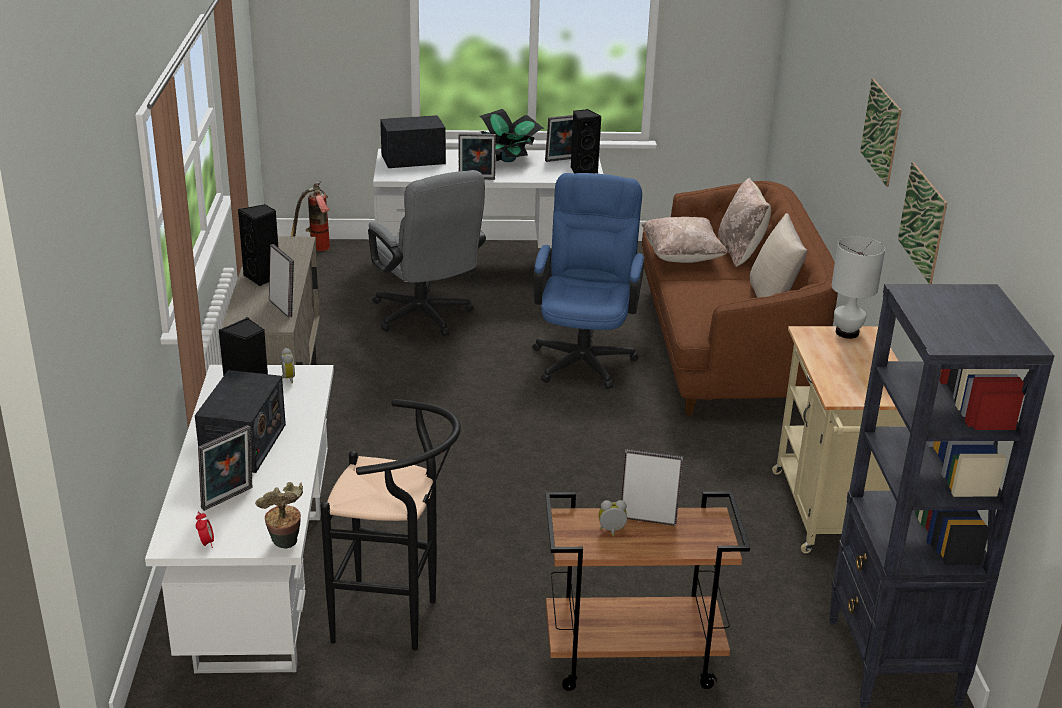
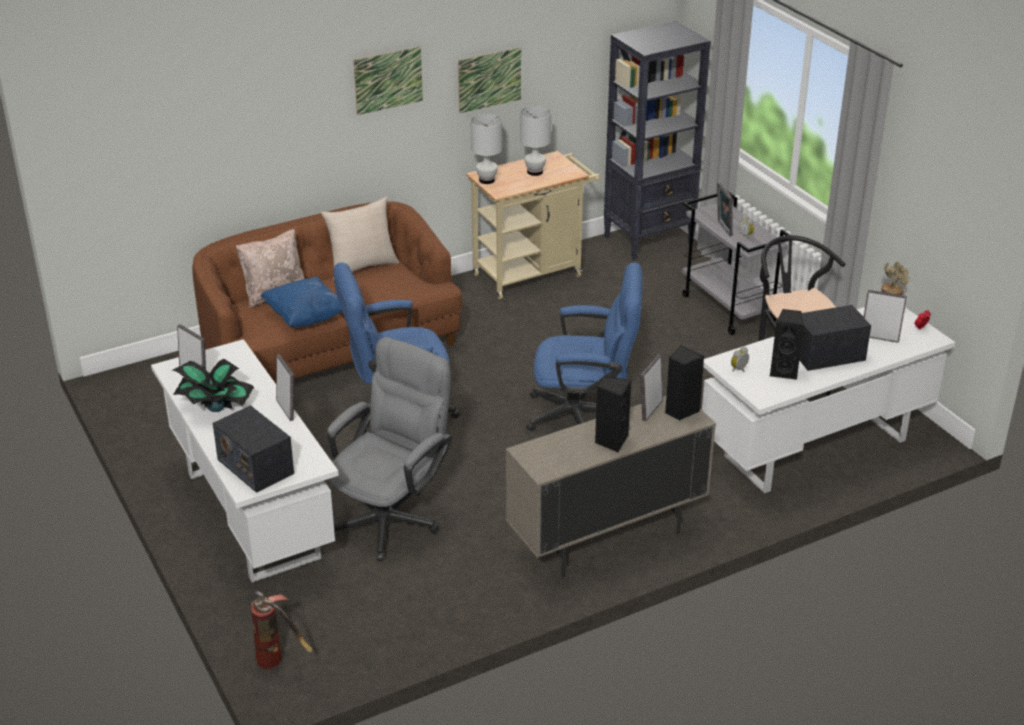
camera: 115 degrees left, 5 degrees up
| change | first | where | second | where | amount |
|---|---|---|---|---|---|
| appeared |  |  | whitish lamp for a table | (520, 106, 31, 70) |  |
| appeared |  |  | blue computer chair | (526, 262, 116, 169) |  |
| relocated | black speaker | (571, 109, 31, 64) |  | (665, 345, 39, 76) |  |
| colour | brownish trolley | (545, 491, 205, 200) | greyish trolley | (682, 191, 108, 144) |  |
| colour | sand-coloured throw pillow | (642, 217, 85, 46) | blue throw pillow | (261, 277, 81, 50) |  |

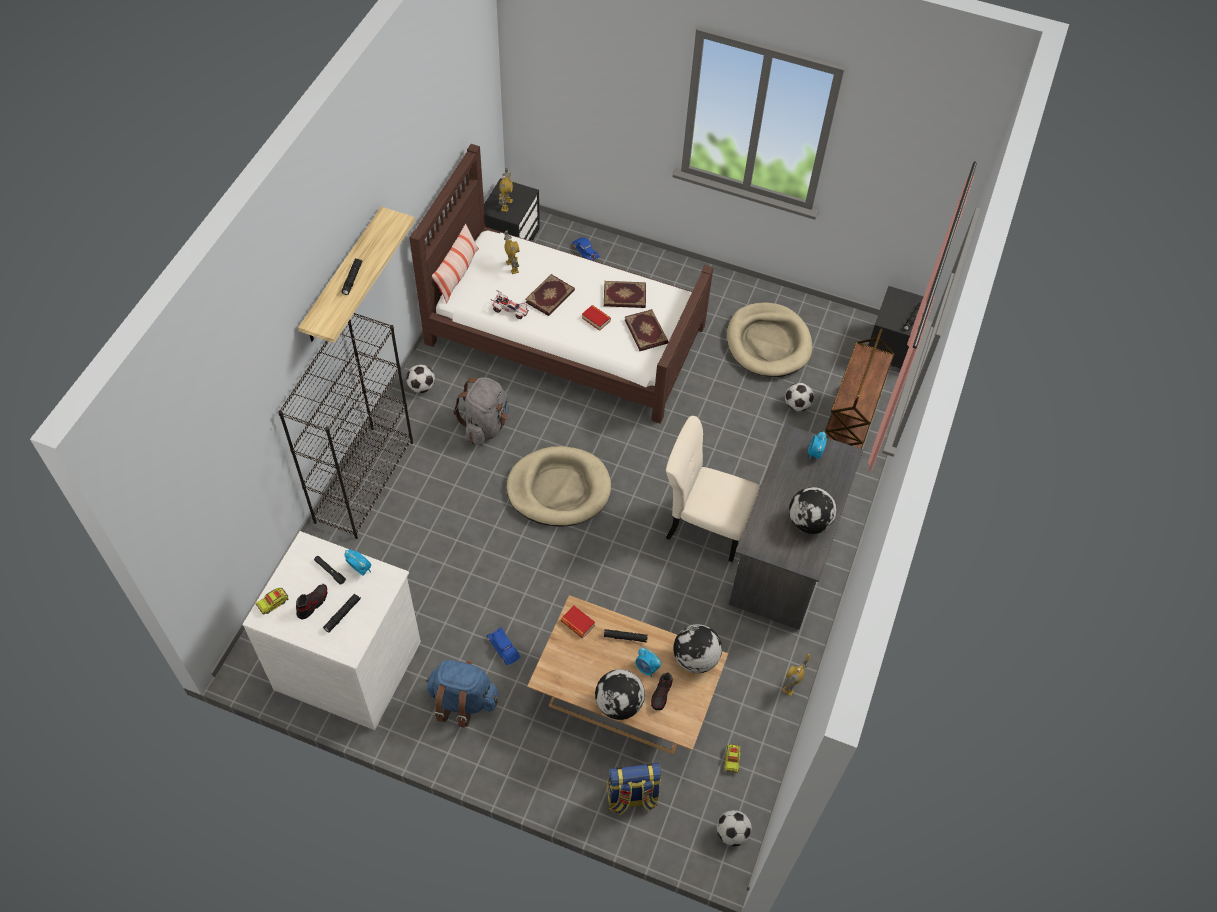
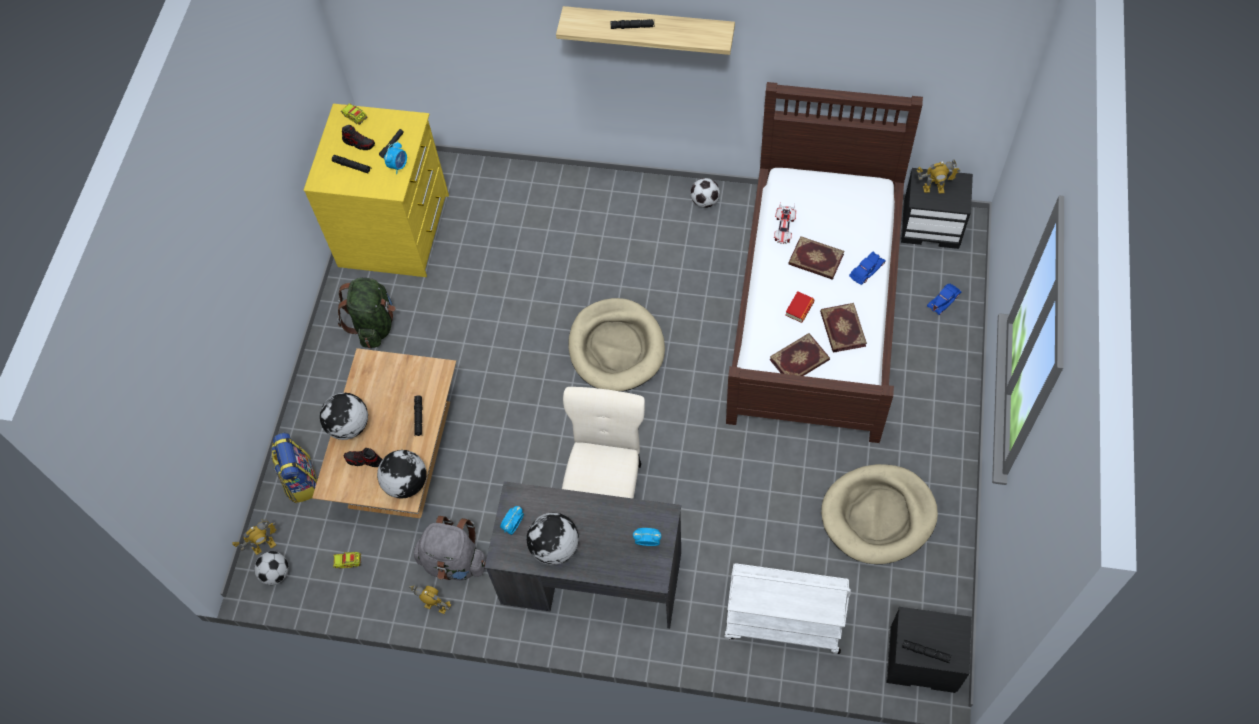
camera: 85 degrees right, 5 degrees up
| change | first | where | second | where | amount |
|---|---|---|---|---|---|
| missing | black bookcase | (278, 313, 135, 226) |  |  |  |
| missing | throw pillow | (432, 224, 47, 79) |  |  |  |
| missing | bound book | (561, 606, 34, 32) |  |  |  |
| missing | football ball | (785, 383, 29, 28) |  |  |  |
| relocated | greyish rucksack | (453, 377, 56, 69) |  | (414, 516, 72, 64) |  |
| relocated | blue miniature car | (487, 628, 33, 37) |  | (849, 252, 37, 33) |  |
| relocated | toy robot | (504, 230, 15, 44) |  | (233, 519, 43, 36) |  |
| relocated | bedside clock | (635, 647, 26, 30) |  | (500, 506, 24, 29) |  |
| colour | whitish dresser | (242, 531, 179, 199) | yellow dresser | (303, 104, 146, 173) |  |
| colour | blue rucksack | (426, 660, 72, 67) | green rucksack | (337, 278, 58, 70) |  |
| colour | brownish trolley | (825, 328, 69, 121) | whitish trolley | (724, 563, 127, 91) |  |

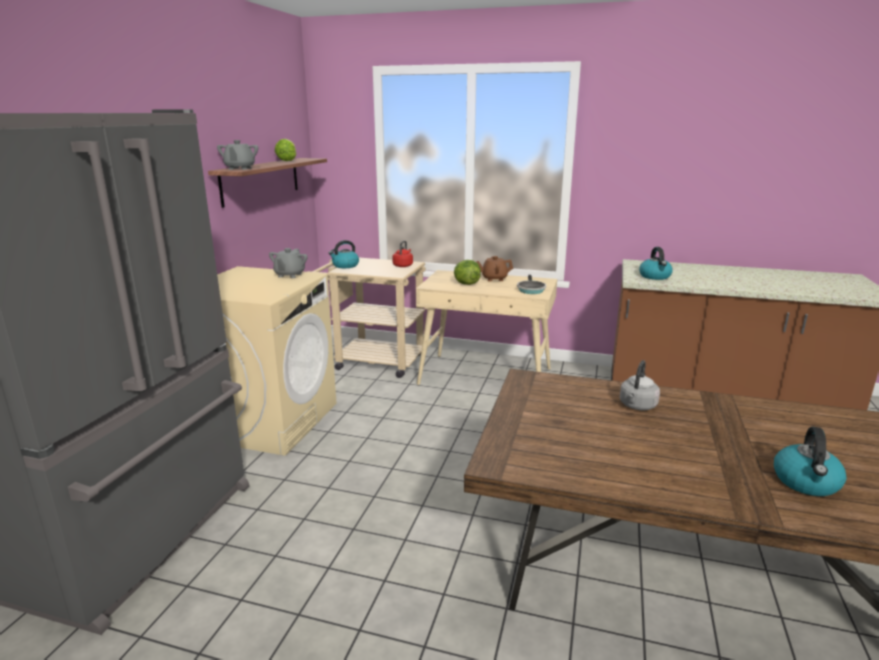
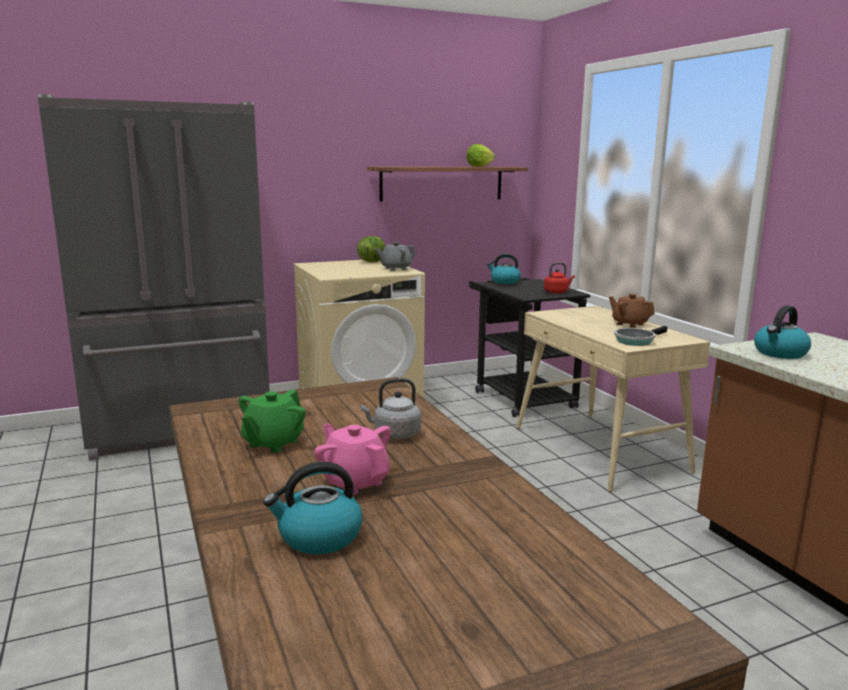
camera: 50 degrees right, 5 degrees down
| change | first | where | second | where | amount |
|---|---|---|---|---|---|
| missing | greyish tea pot | (217, 140, 41, 30) |  |  |  |
| appeared |  |  | green tea pot | (238, 390, 68, 63) |  |
| appeared |  |  | pinkish tea pot | (314, 423, 77, 72) |  |
| relocated | head of lettuce | (454, 260, 27, 25) |  | (357, 236, 28, 27) |  |
| colour | sand-coloured trolley | (307, 258, 119, 120) | black trolley | (469, 278, 121, 139) |  |

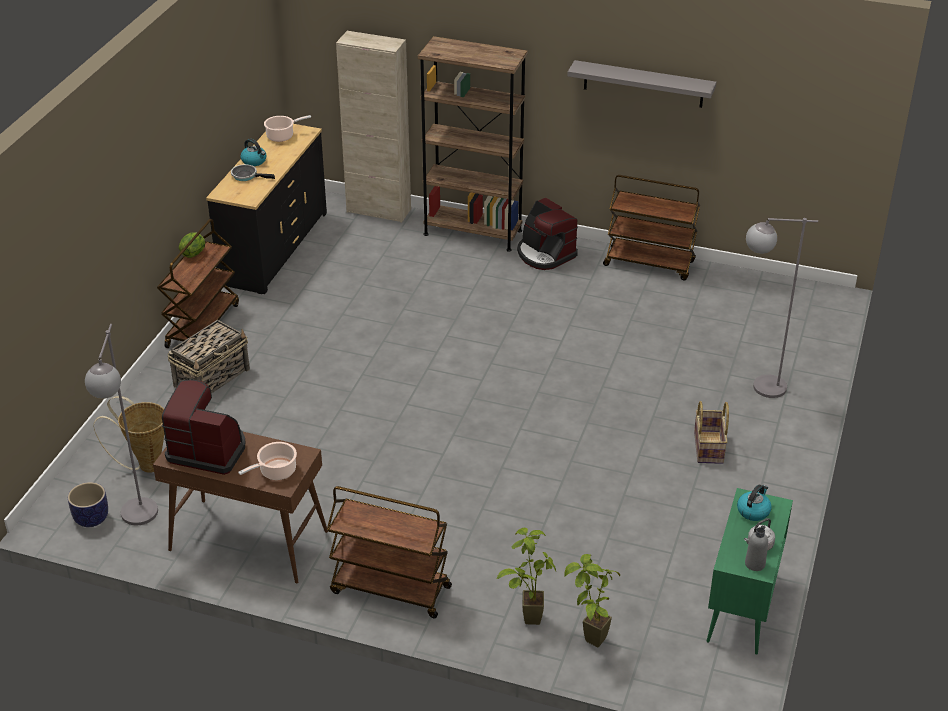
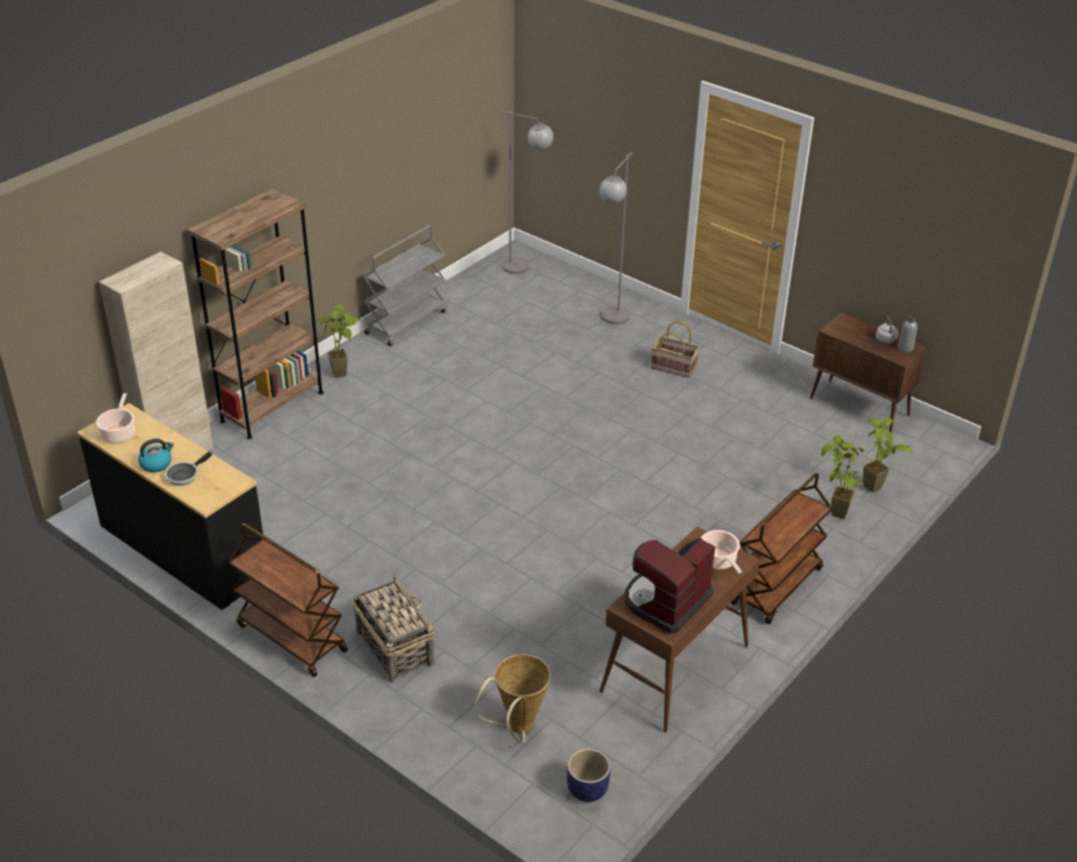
camera: 70 degrees left, 0 degrees up
| change | first | where | second | where | amount |
|---|---|---|---|---|---|
| missing | head of lettuce | (179, 232, 26, 26) |  |  |  |
| missing | greyish bracket shelf | (567, 60, 149, 48) |  |  |  |
| missing | water kettle | (737, 485, 35, 36) |  |  |  |
| relocated | greyish floor lamp | (85, 324, 73, 201) |  | (500, 111, 53, 163) |  |
| exchanged | coffee machine | (517, 198, 61, 72) | houseplant | (317, 304, 44, 74) |  |
| colour | brownish trolley | (603, 175, 97, 105) | greyish trolley | (362, 225, 85, 121) |  |
| colour | green cupboard | (706, 488, 87, 167) | brownish cupboard | (810, 312, 117, 121) |  |

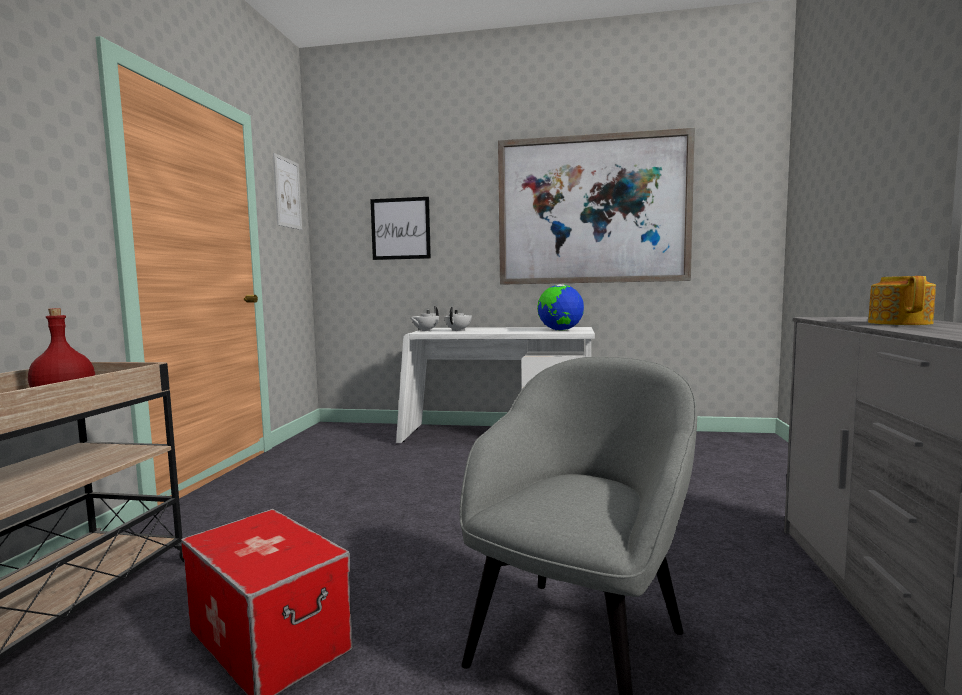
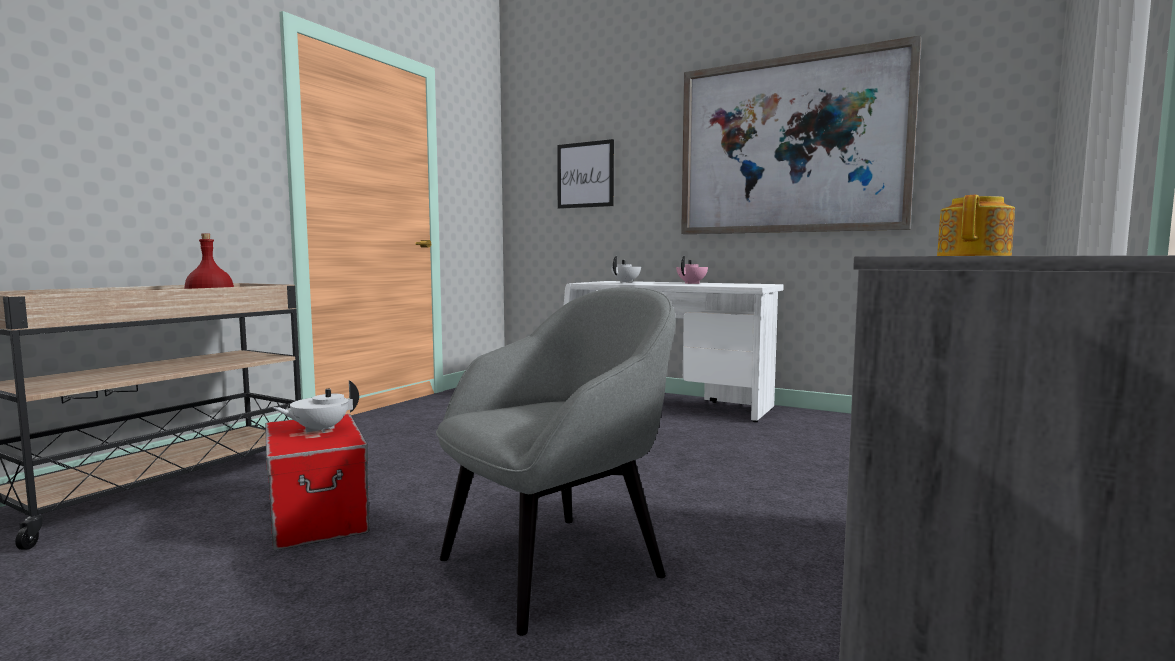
camera: 20 degrees right, 0 degrees up
| change | first | where | second | where | amount |
|---|---|---|---|---|---|
| missing | picture | (273, 153, 29, 77) |  |  |  |
| missing | desk globe | (537, 284, 47, 47) |  |  |  |
| appeared |  |  | pinkish tea pot | (676, 256, 32, 28) |  |
| relocated | whitish tea pot | (411, 306, 28, 26) |  | (273, 380, 86, 53) |  |

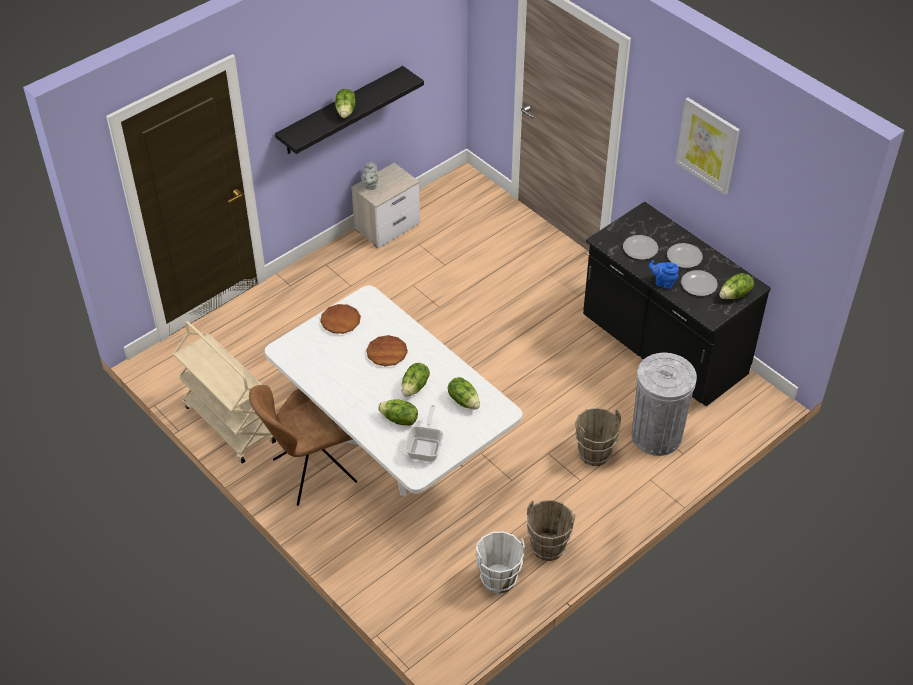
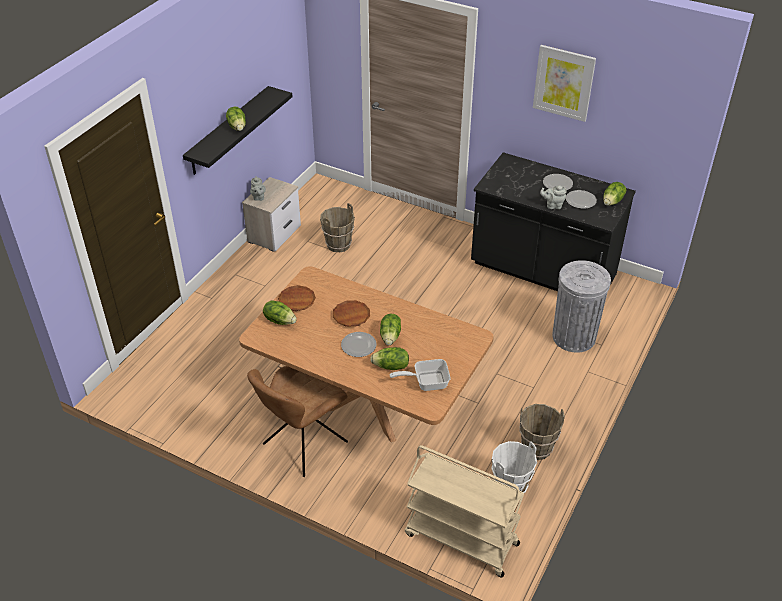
camera: 20 degrees left, 5 degrees down
| change | first | where | second | where | amount |
|---|---|---|---|---|---|
| relocated | sand-coloured trolley | (173, 321, 103, 142) |  | (405, 445, 119, 132) |  |
| relocated | head of lettuce | (448, 377, 32, 33) |  | (263, 300, 34, 25) |  |
| relocated | brownish bucket | (575, 408, 46, 58) |  | (320, 203, 35, 50) |  |
| relocated | dinner plate | (623, 235, 35, 25) |  | (341, 332, 35, 25) |  |
| colour | whitish dinner table | (265, 285, 258, 211) | brownish dinner table | (239, 266, 255, 176) |  |
| colour | blue tea pot | (649, 260, 30, 29) | greyish tea pot | (540, 185, 27, 24) |  |
| spun | skillet | (404, 405, 39, 57) |  | (390, 359, 60, 32) | 90 degrees counterclockwise |

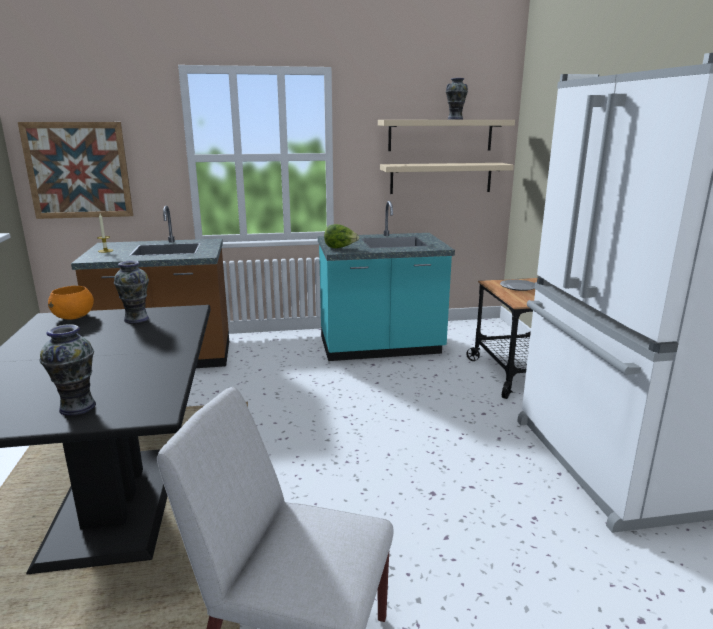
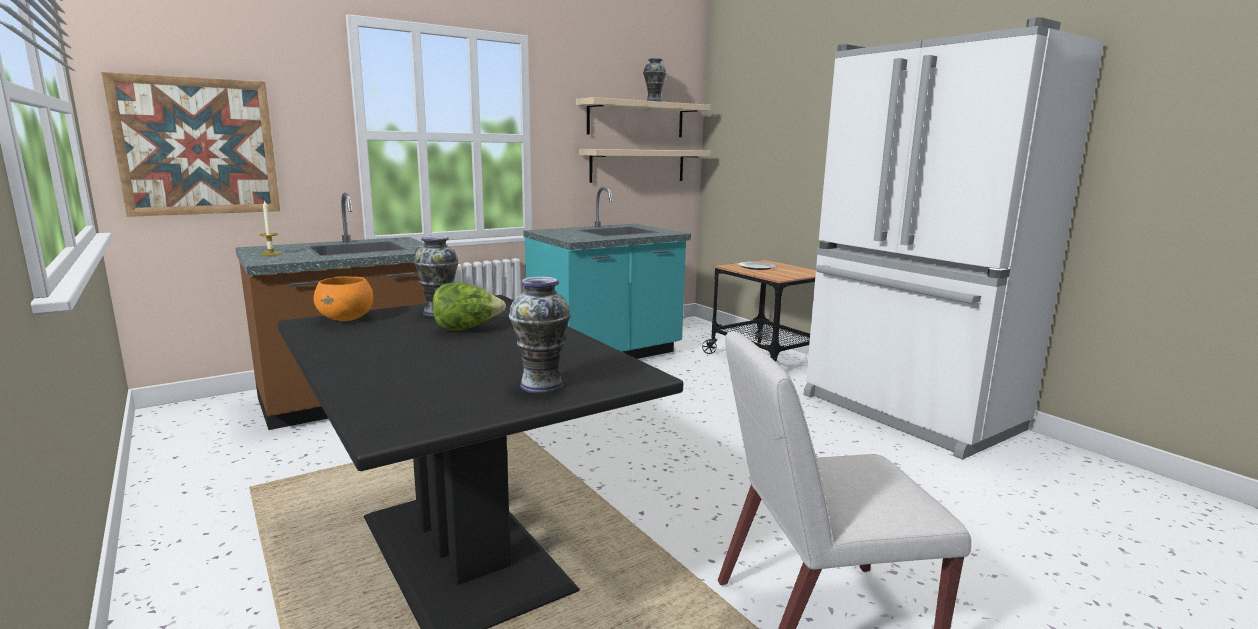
camera: 25 degrees left, 5 degrees down
| change | first | where | second | where | amount |
|---|---|---|---|---|---|
| relocated | head of lettuce | (324, 224, 35, 24) |  | (432, 282, 74, 49) |  |

